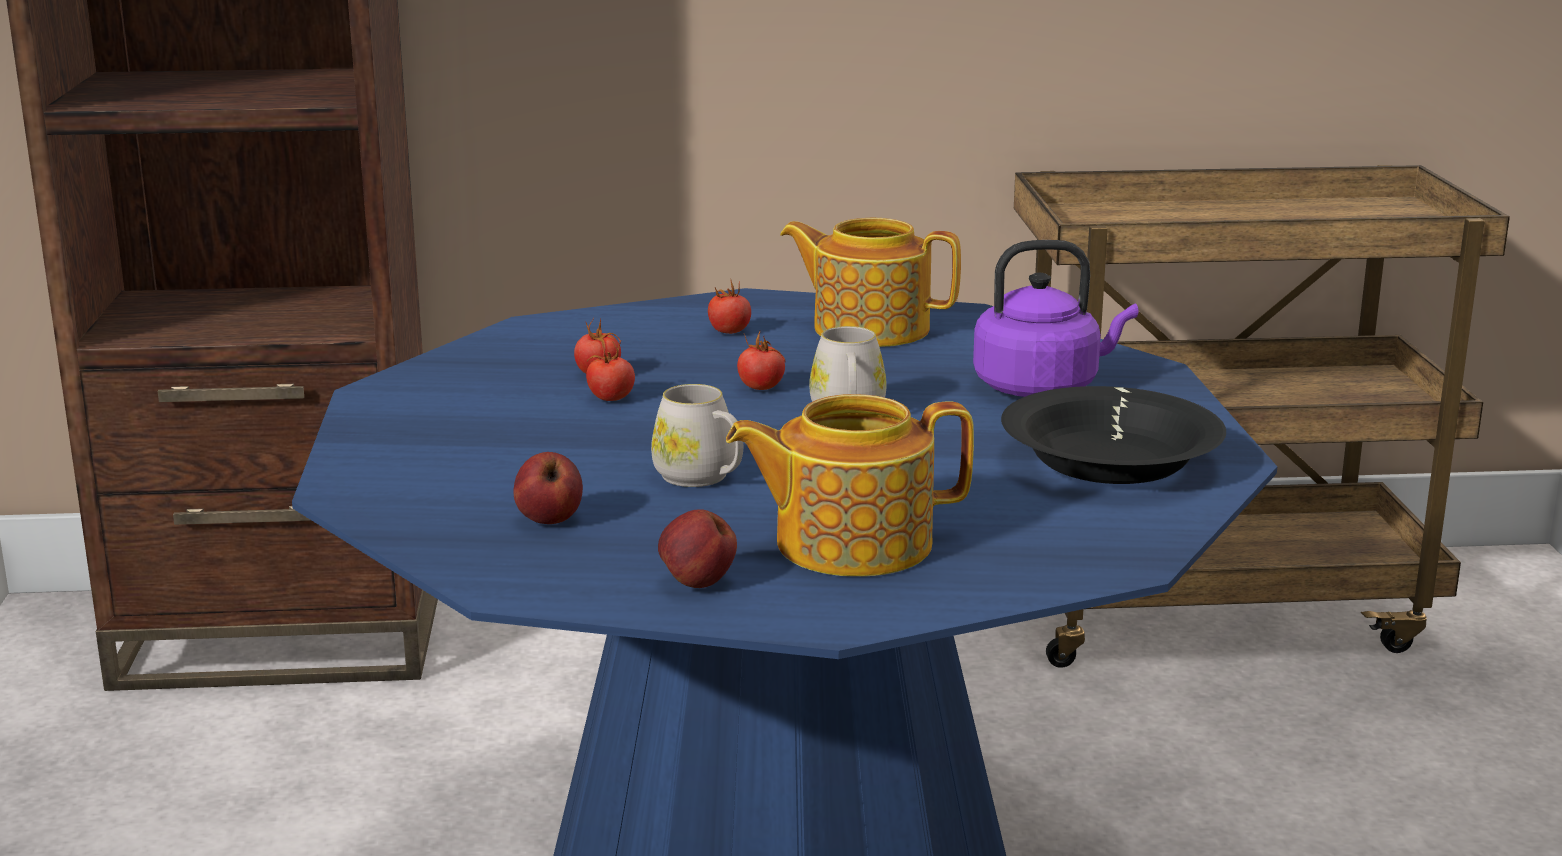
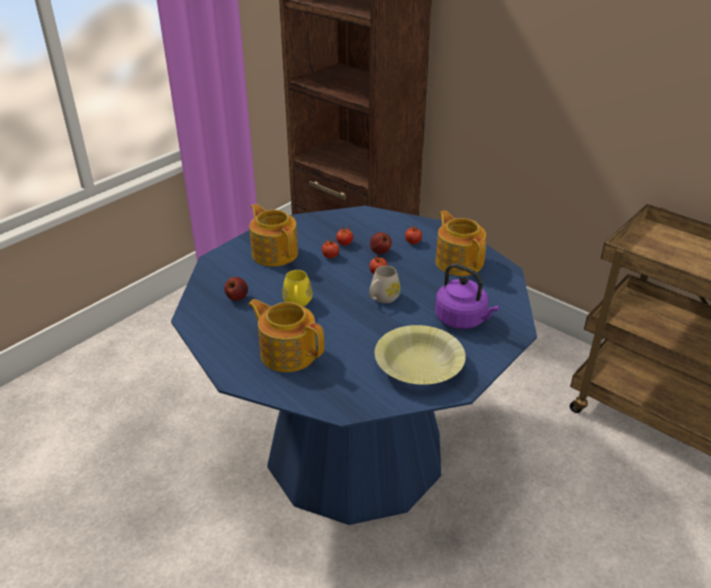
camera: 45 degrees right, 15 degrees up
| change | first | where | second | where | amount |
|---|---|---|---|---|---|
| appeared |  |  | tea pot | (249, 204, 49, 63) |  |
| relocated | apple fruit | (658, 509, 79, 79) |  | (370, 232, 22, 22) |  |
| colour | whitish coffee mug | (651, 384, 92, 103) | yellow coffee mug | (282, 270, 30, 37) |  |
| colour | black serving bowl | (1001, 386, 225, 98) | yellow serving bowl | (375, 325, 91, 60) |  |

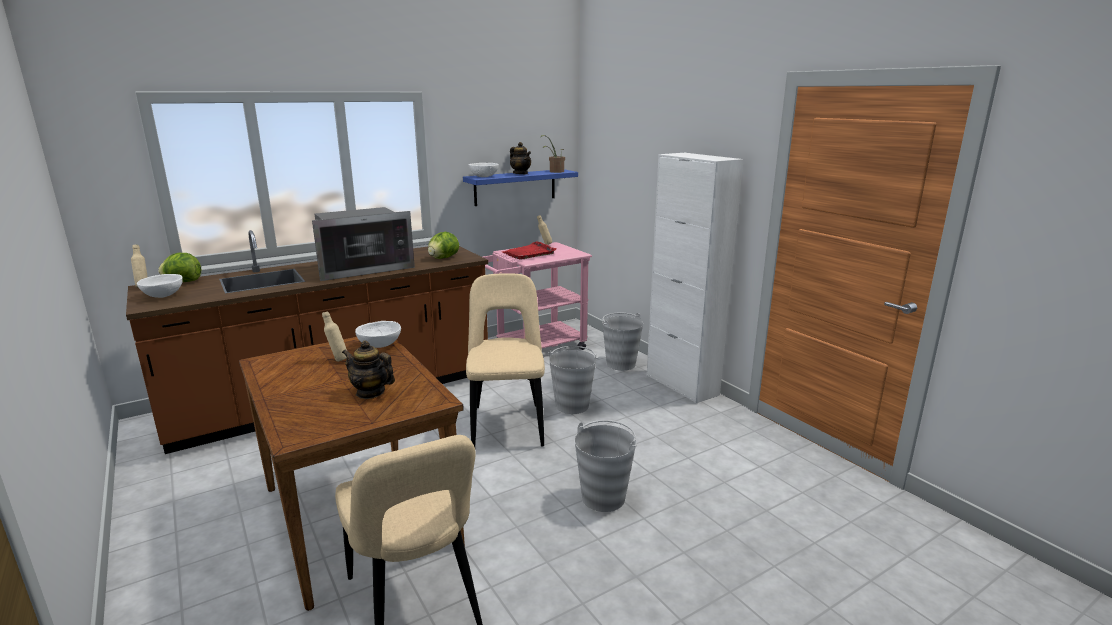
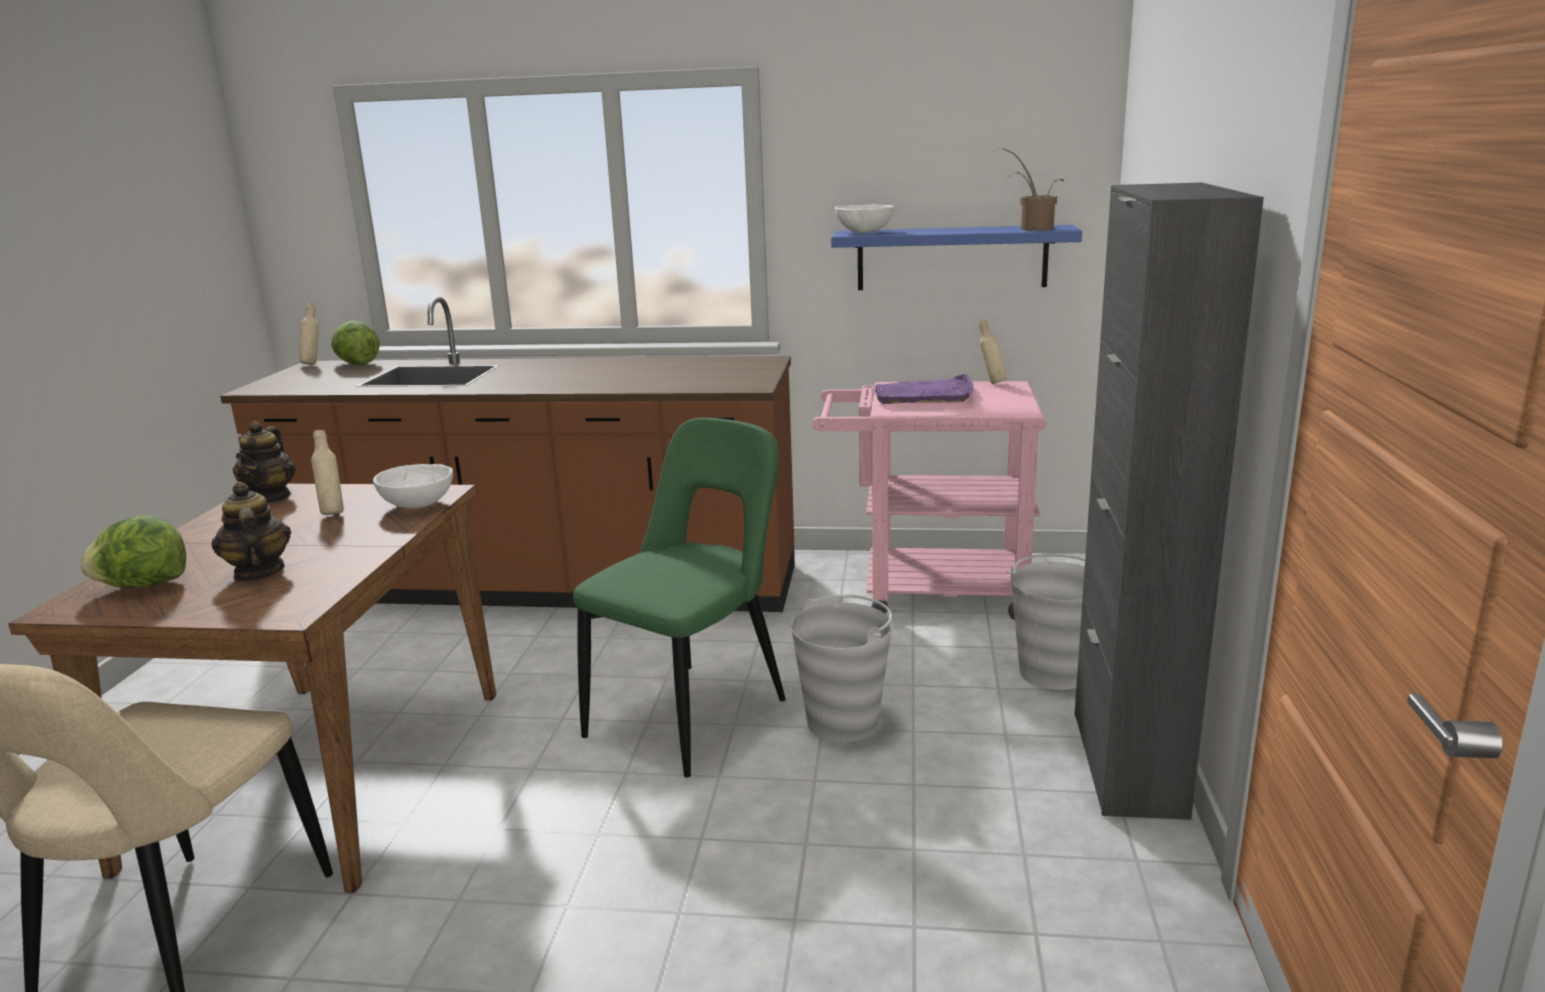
camera: 40 degrees right, 0 degrees up
| change | first | where | second | where | amount |
|---|---|---|---|---|---|
| missing | whitish serving bowl | (137, 274, 46, 24) |  |  |  |
| missing | kitchen microwave | (312, 207, 103, 74) |  |  |  |
| missing | greyish bucket | (575, 420, 62, 92) |  |  |  |
| relocated | head of lettuce | (428, 232, 31, 27) |  | (80, 516, 106, 72) |  |
| relocated | tea pot | (510, 142, 21, 32) |  | (233, 421, 62, 82) |  |
| colour | sand-coloured chair | (466, 273, 79, 174) | green chair | (573, 418, 213, 360) |  |
| colour | red-coloured serving tray | (502, 242, 54, 18) | purplish serving tray | (875, 374, 99, 30) |  |
| colour | whitish cupboard | (647, 153, 96, 251) | black cupboard | (1075, 183, 189, 637) |  |

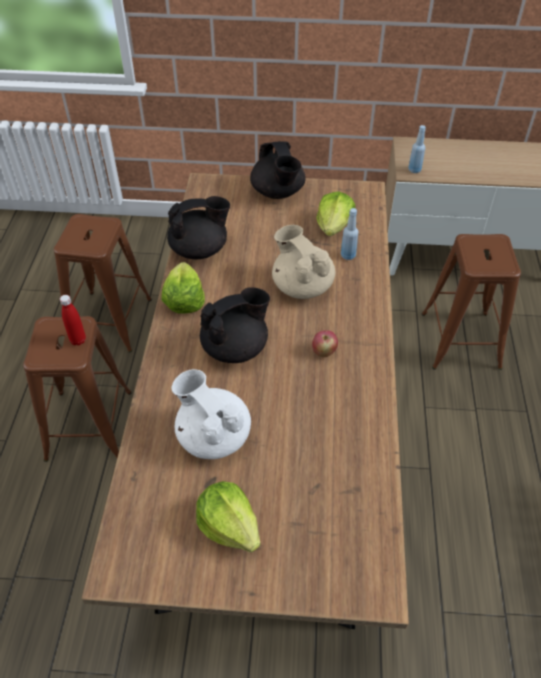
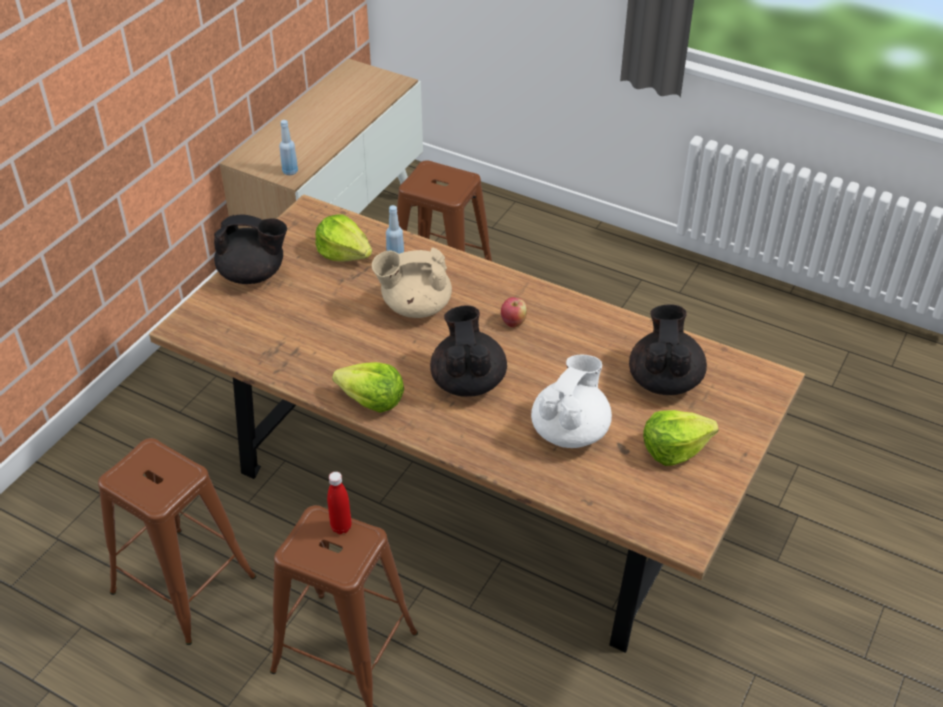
camera: 65 degrees left, 5 degrees down
| change | first | where | second | where | amount |
|---|---|---|---|---|---|
| relocated | black tea pot | (167, 196, 63, 63) |  | (629, 304, 78, 91) |  |
| spun | whitish tea pot | (171, 369, 80, 90) |  | (531, 354, 81, 94) | 135 degrees clockwise |

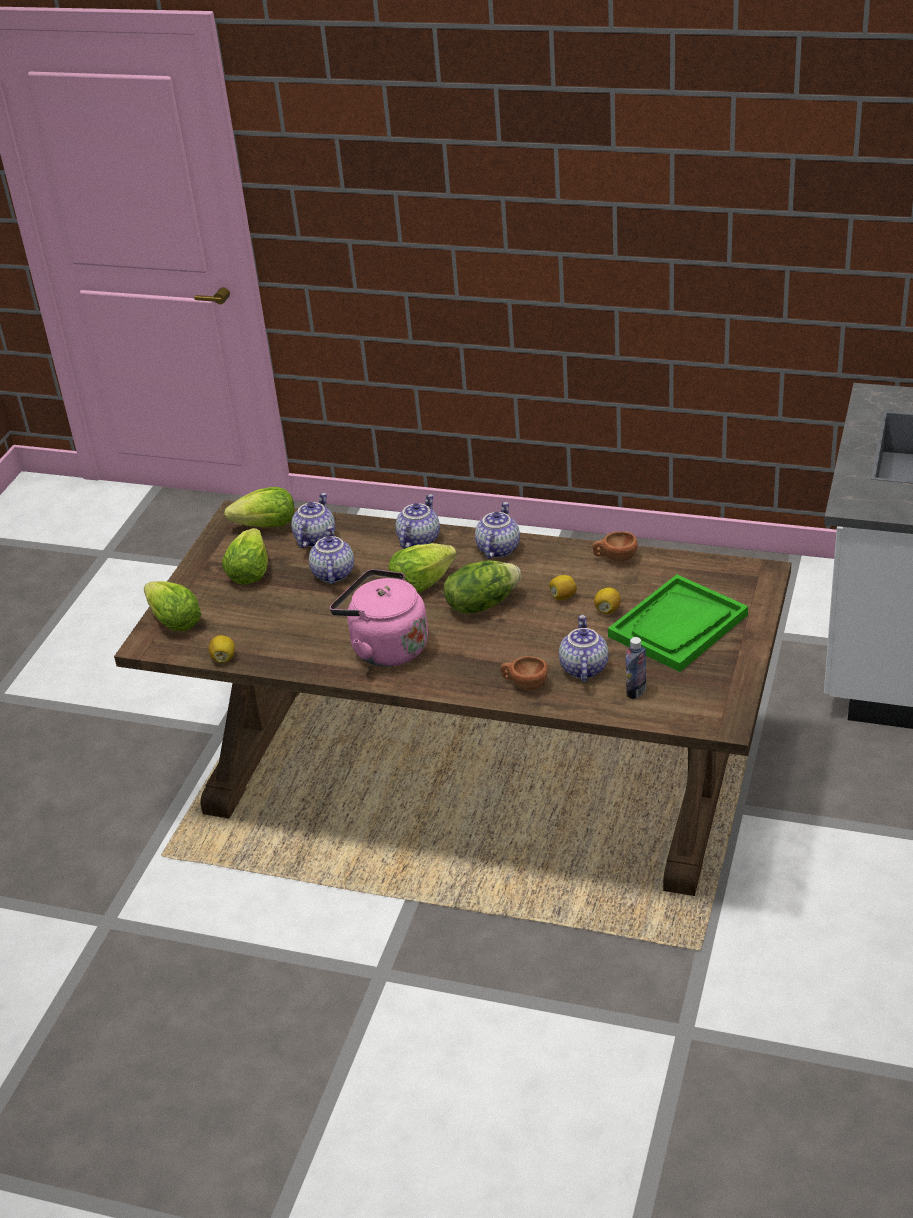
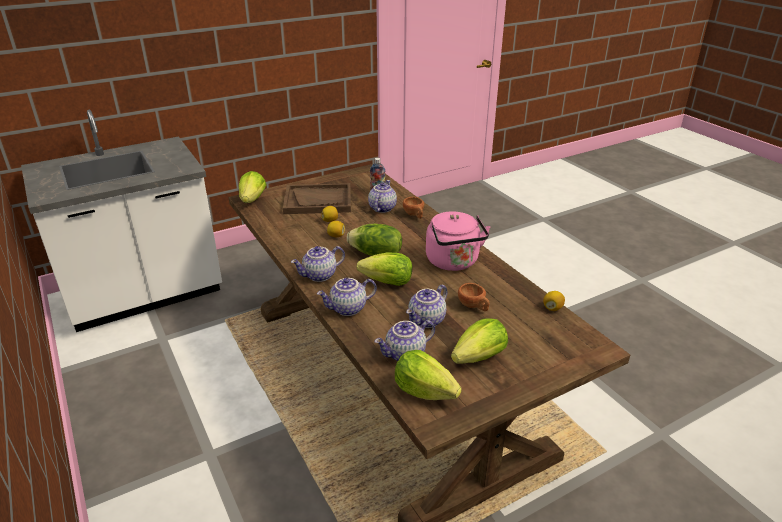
camera: 140 degrees left, 5 degrees down
| change | first | where | second | where | amount |
|---|---|---|---|---|---|
| relocated | head of lettuce | (144, 581, 58, 50) |  | (239, 171, 27, 32) |  |
| relocated | brownish small cup | (592, 531, 46, 31) |  | (458, 283, 32, 28) |  |
| colour | green serving tray | (608, 574, 140, 98) | brownish serving tray | (283, 183, 68, 31) |  |
| spun | tea pot | (559, 615, 50, 67) |  | (368, 180, 29, 33) | 150 degrees clockwise |

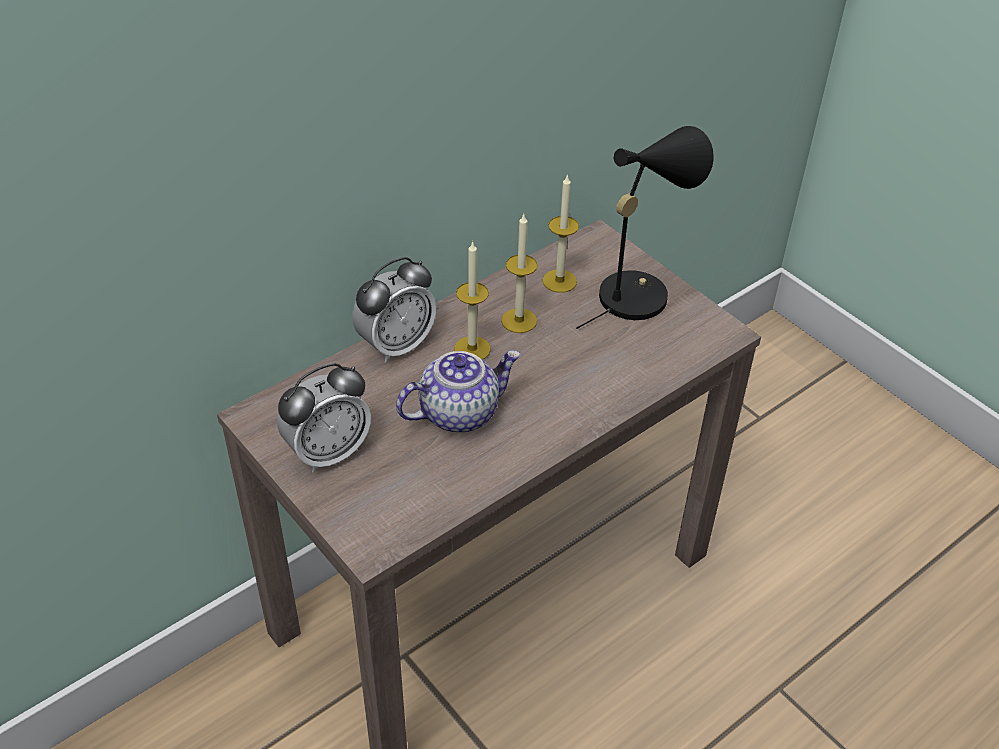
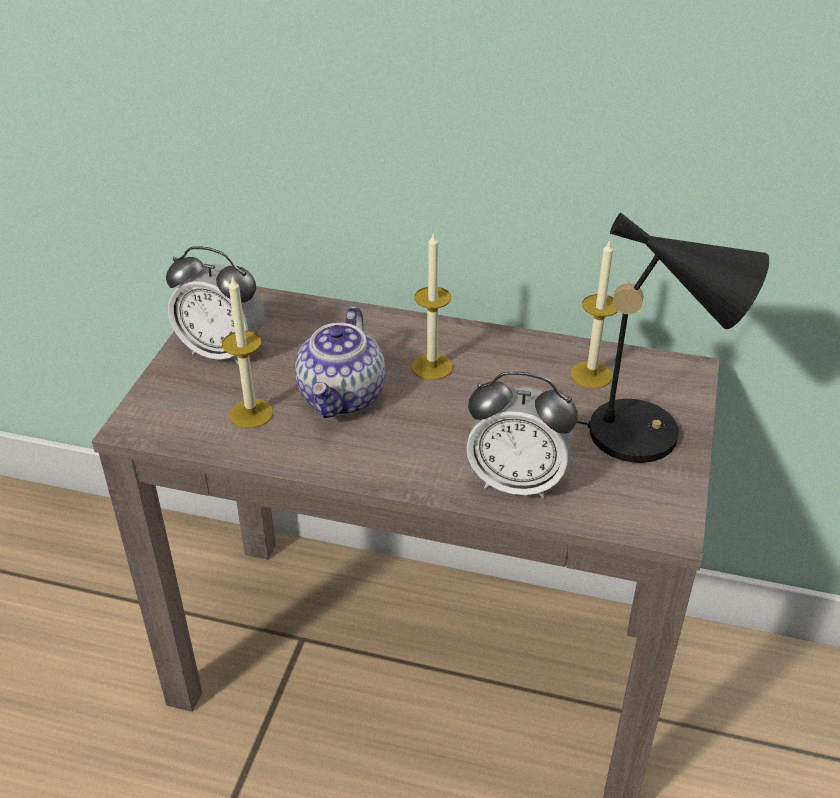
camera: 55 degrees right, 5 degrees down
| change | first | where | second | where | amount |
|---|---|---|---|---|---|
| relocated | bedside clock | (352, 257, 84, 106) |  | (466, 372, 112, 127) |  |
| relocated | wax light | (501, 213, 37, 120) |  | (222, 275, 51, 153) |  |
| spun | tea pot | (396, 350, 125, 83) |  | (295, 306, 90, 112) | 75 degrees clockwise |

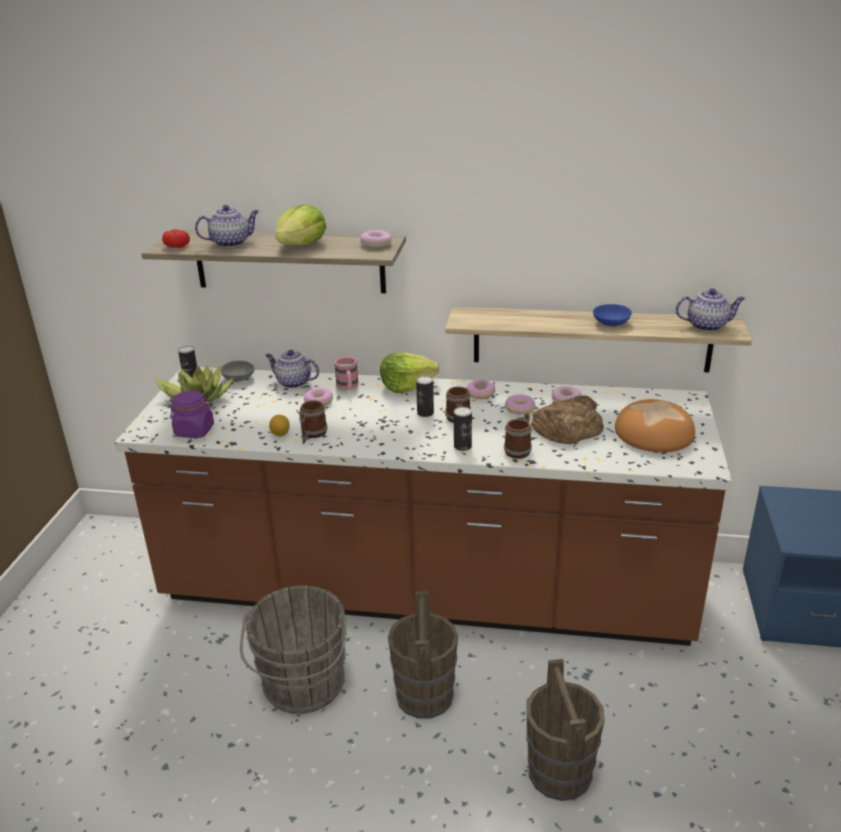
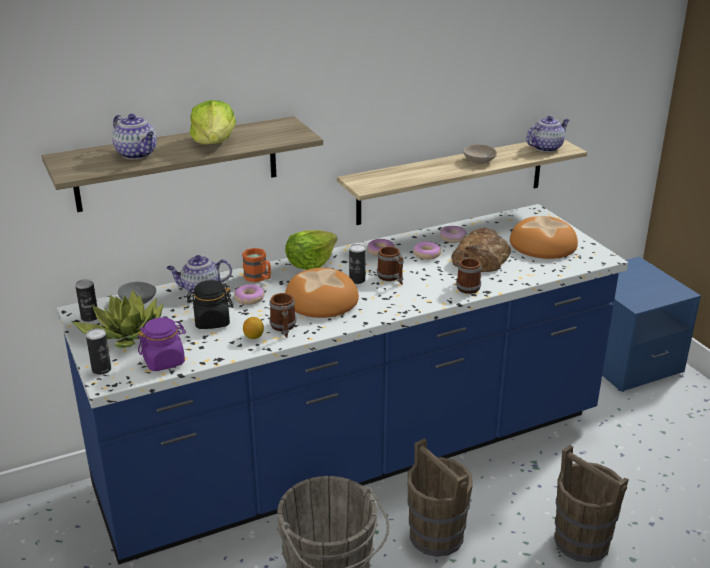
camera: 35 degrees left, 0 degrees up
| change | first | where | second | where | amount |
|---|---|---|---|---|---|
| missing | whole tomato | (162, 229, 28, 19) |  |  |  |
| missing | donut | (360, 230, 32, 18) |  |  |  |
| appeared |  |  | black jar | (187, 280, 46, 49) |  |
| appeared |  |  | bakery bread | (285, 268, 74, 50) |  |
| relocated | can | (454, 407, 18, 44) |  | (86, 328, 25, 47) |  |
| colour | brownish counter | (115, 367, 617, 279) | blue counter | (57, 204, 571, 361) |  |
| colour | pinkish coffee mug | (334, 357, 25, 33) | orange coffee mug | (242, 248, 29, 34) |  |
| colour | blue serving bowl | (593, 304, 39, 22) | sand-coloured serving bowl | (463, 144, 34, 20) |  |
| spun | tea pot | (195, 205, 64, 43) |  | (112, 114, 45, 45) | 105 degrees clockwise |

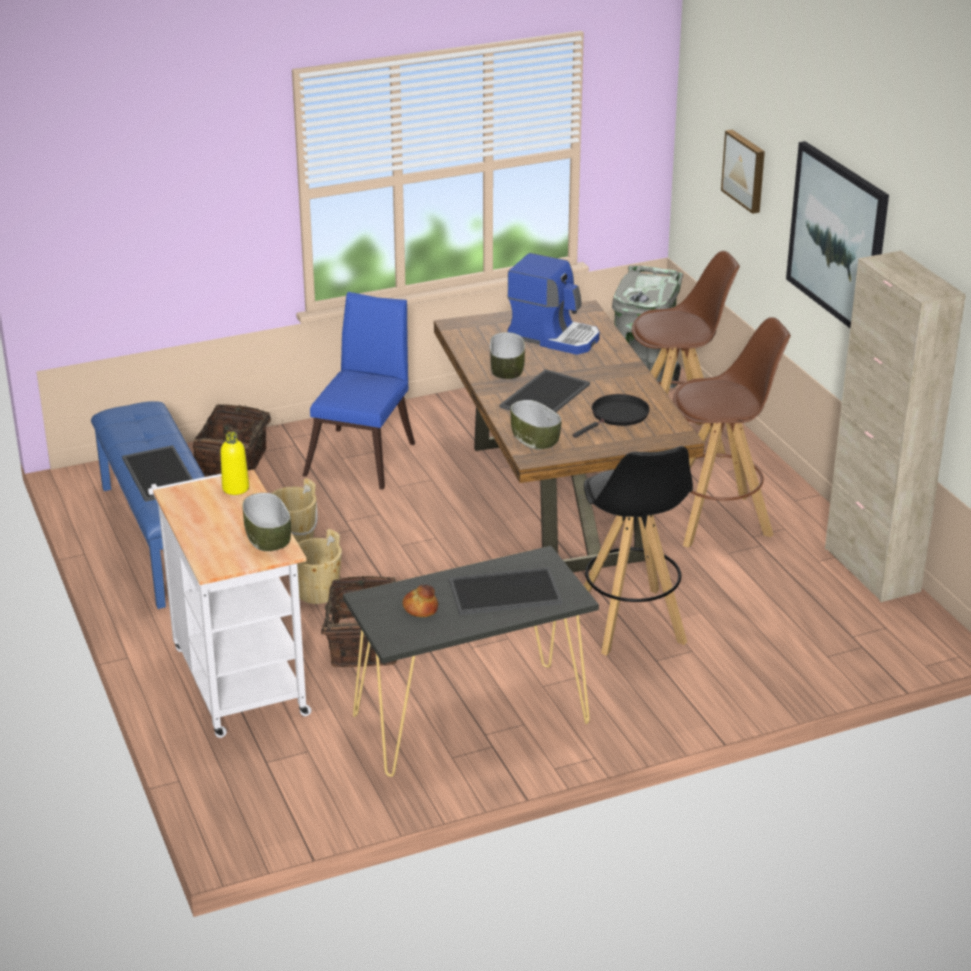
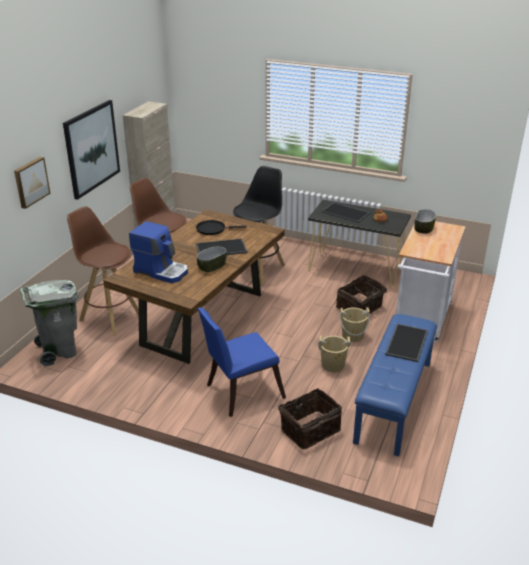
camera: 135 degrees left, 0 degrees up
| change | first | where | second | where | amount |
|---|---|---|---|---|---|
| missing | yellow bottle | (220, 432, 29, 63) |  |  |  |
| missing | serving bowl | (510, 400, 51, 50) |  |  |  |
| spun | coffee machine | (507, 253, 93, 102) |  | (129, 221, 59, 62) | 135 degrees clockwise |

